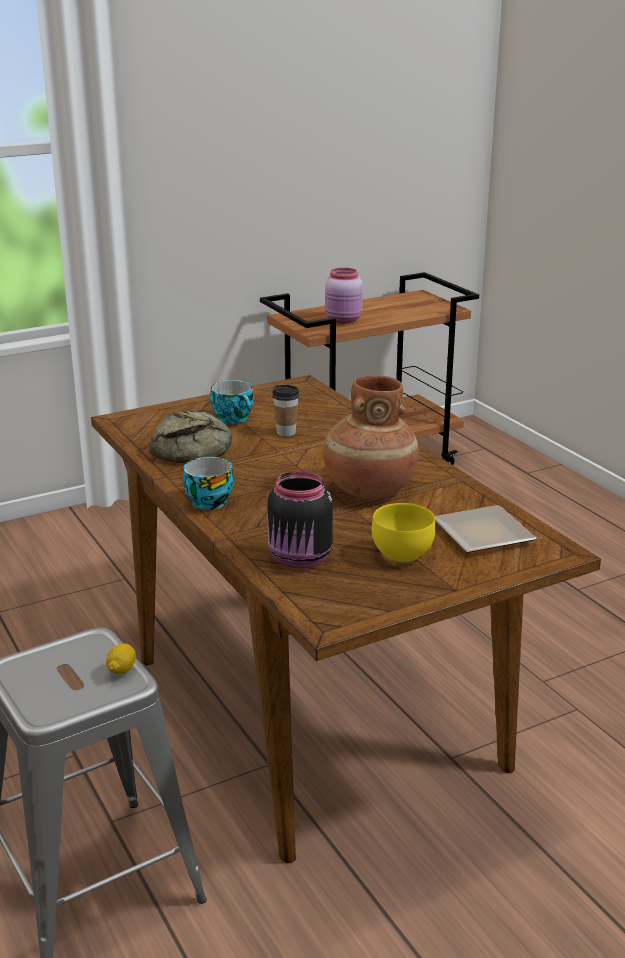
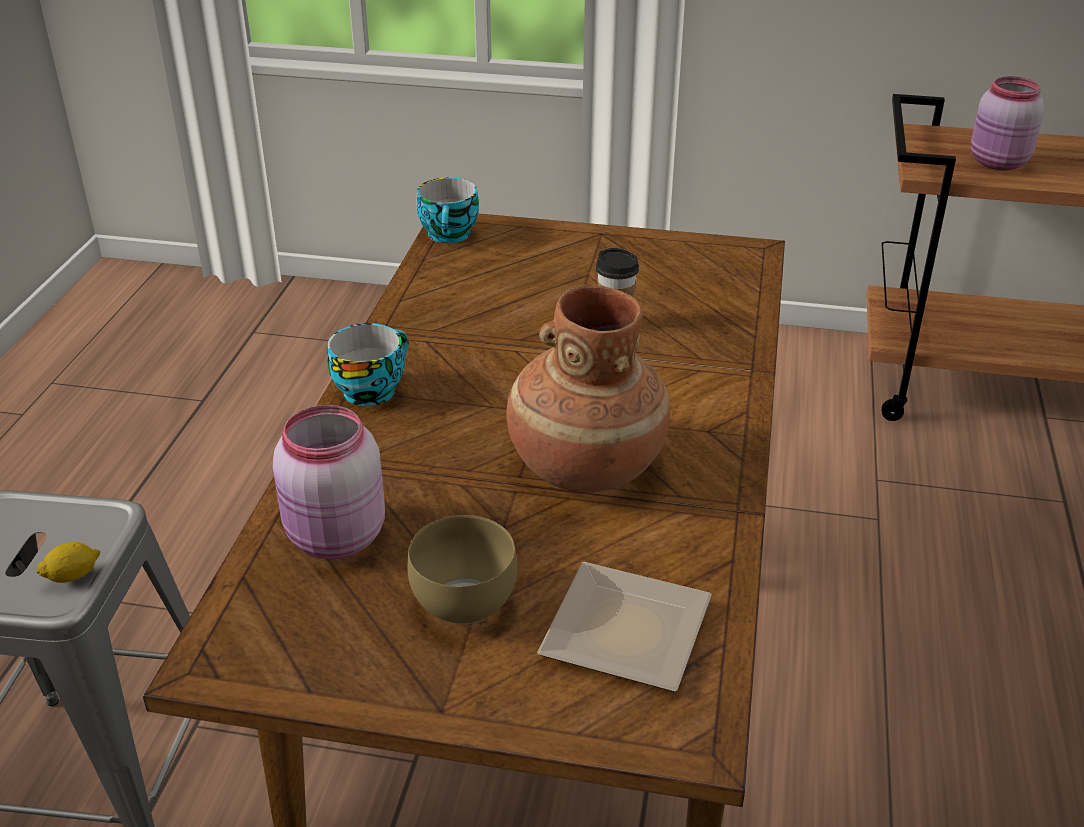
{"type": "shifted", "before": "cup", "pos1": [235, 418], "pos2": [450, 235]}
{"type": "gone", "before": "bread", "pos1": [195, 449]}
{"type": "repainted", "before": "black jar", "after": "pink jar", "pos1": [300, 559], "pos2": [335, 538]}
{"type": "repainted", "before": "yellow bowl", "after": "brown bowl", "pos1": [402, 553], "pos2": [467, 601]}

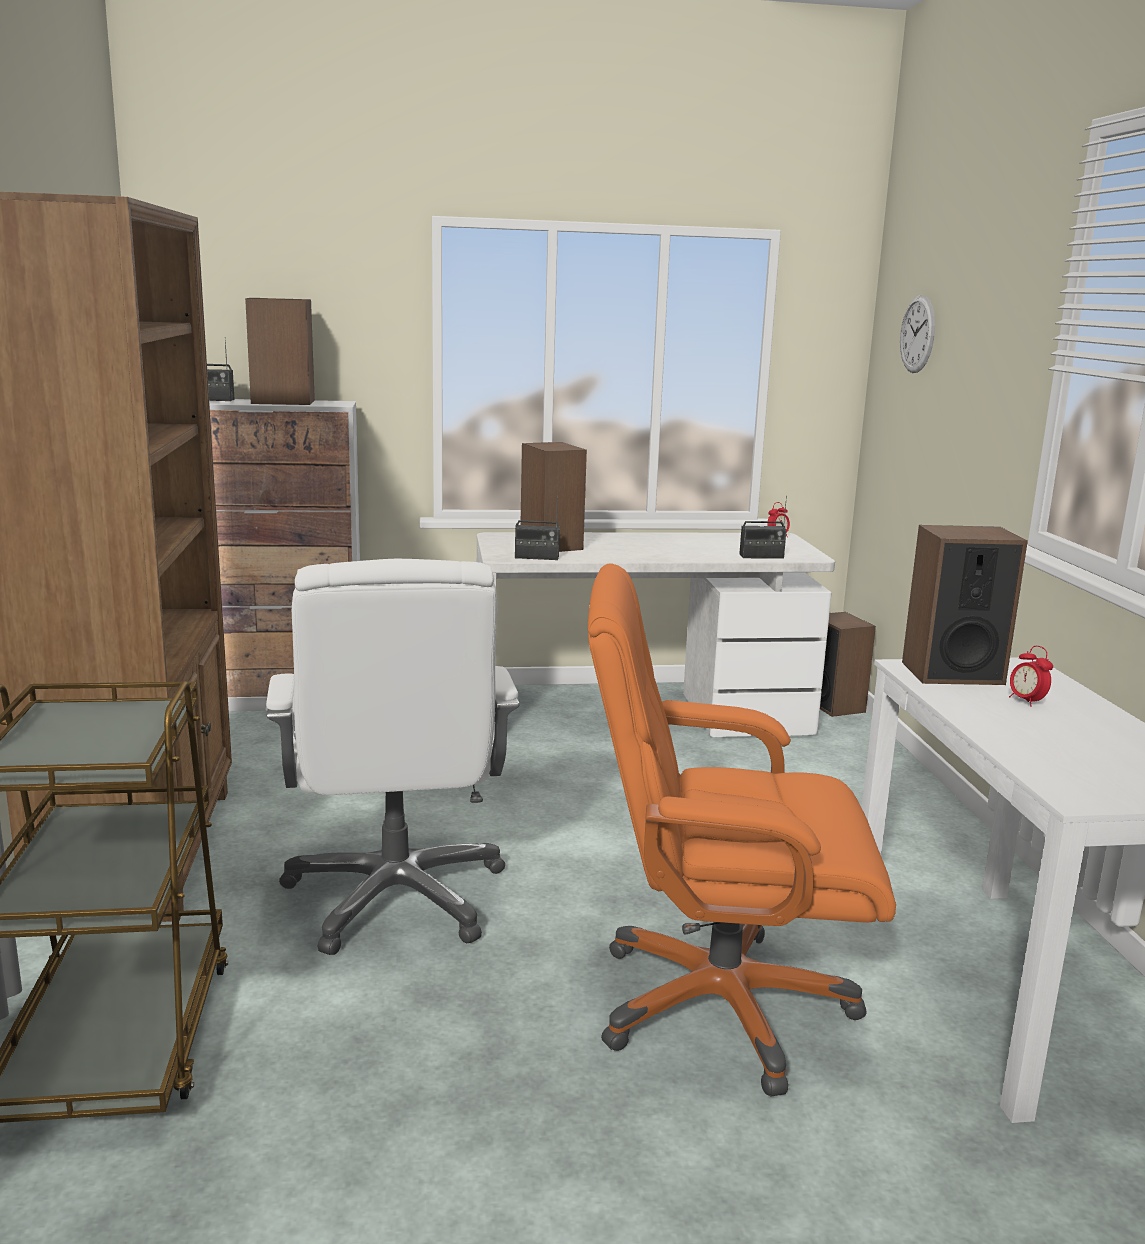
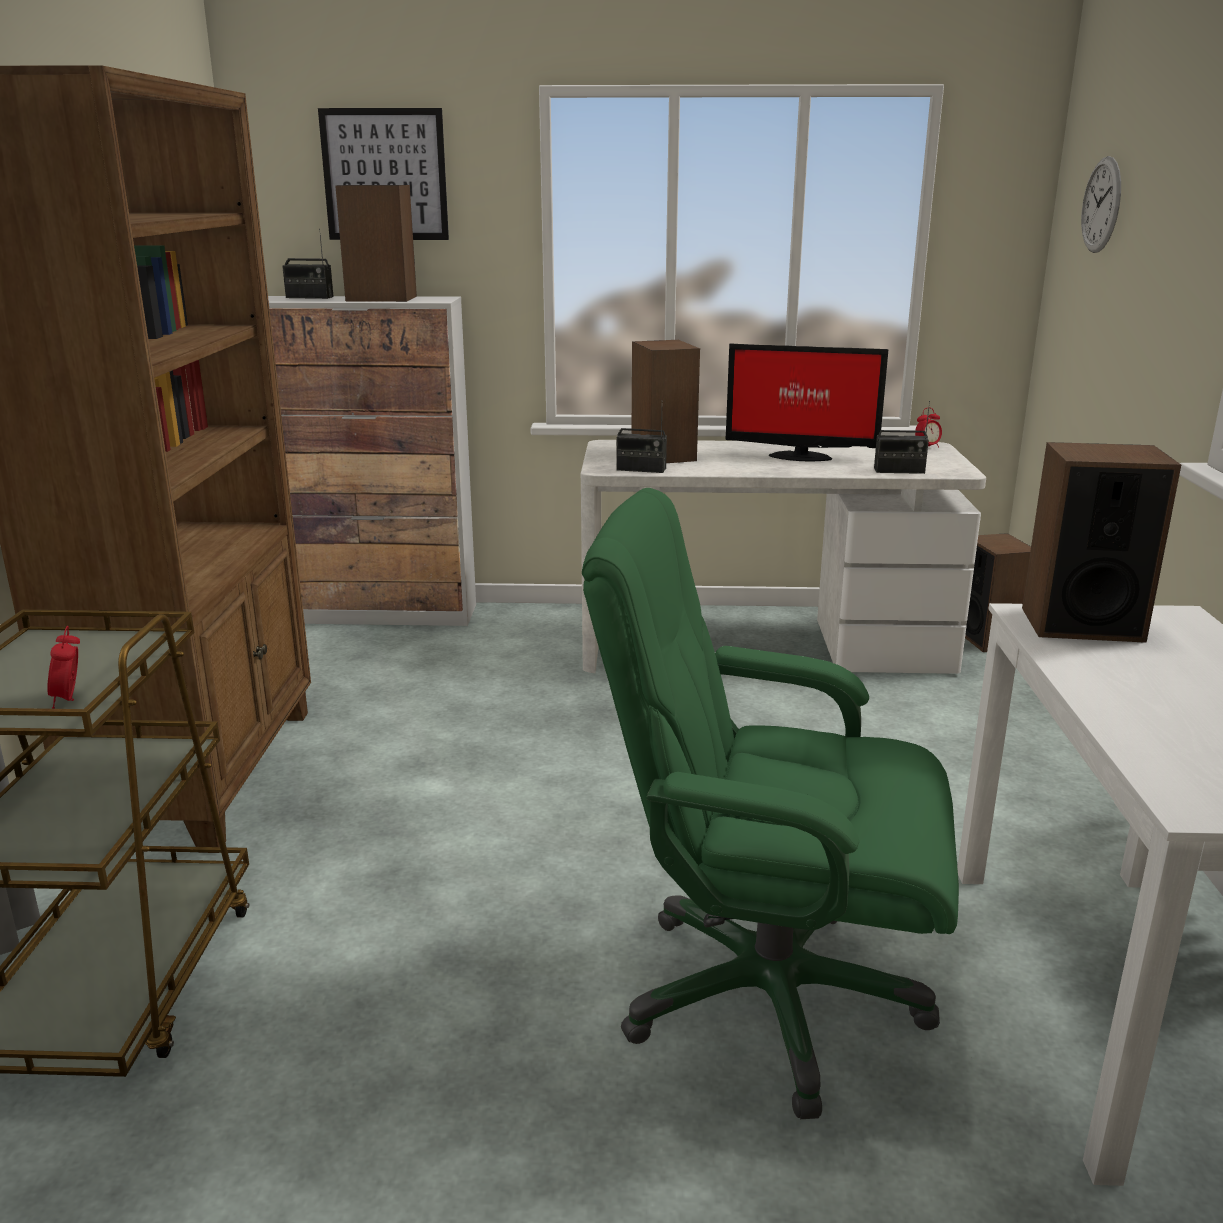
{"type": "gone", "before": "white office chair", "pos1": [396, 897]}
{"type": "repainted", "before": "orange office chair", "after": "green office chair", "pos1": [718, 1005], "pos2": [767, 997]}
{"type": "shifted", "before": "alarm clock", "pos1": [1026, 701], "pos2": [70, 700]}
{"type": "new", "after": "picture", "pos2": [385, 175]}
{"type": "new", "after": "monitor", "pos2": [798, 456]}

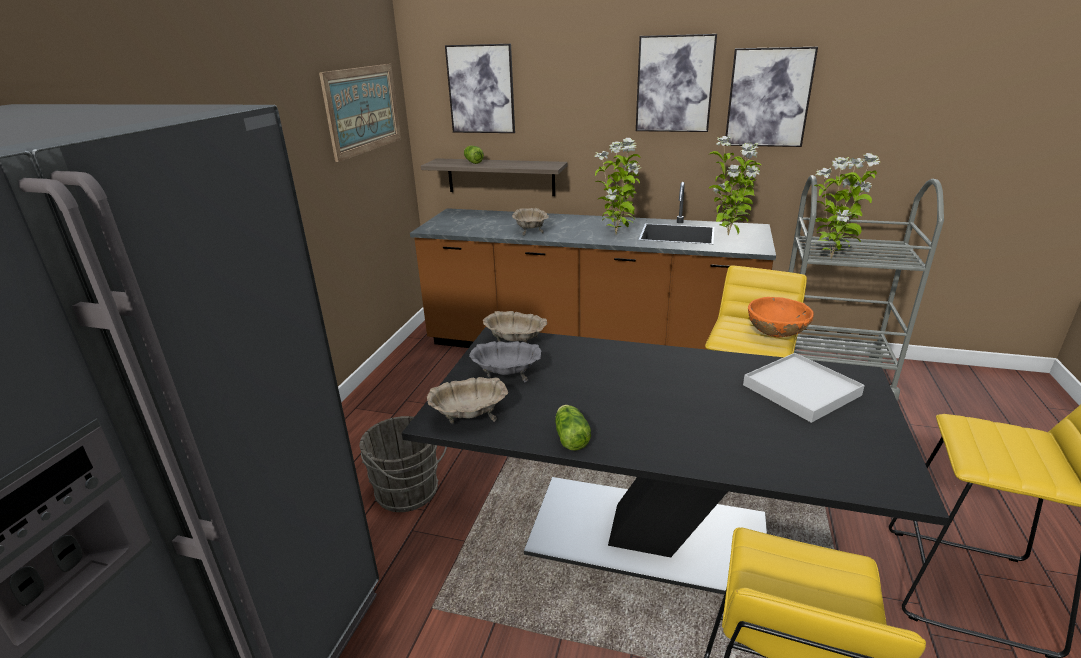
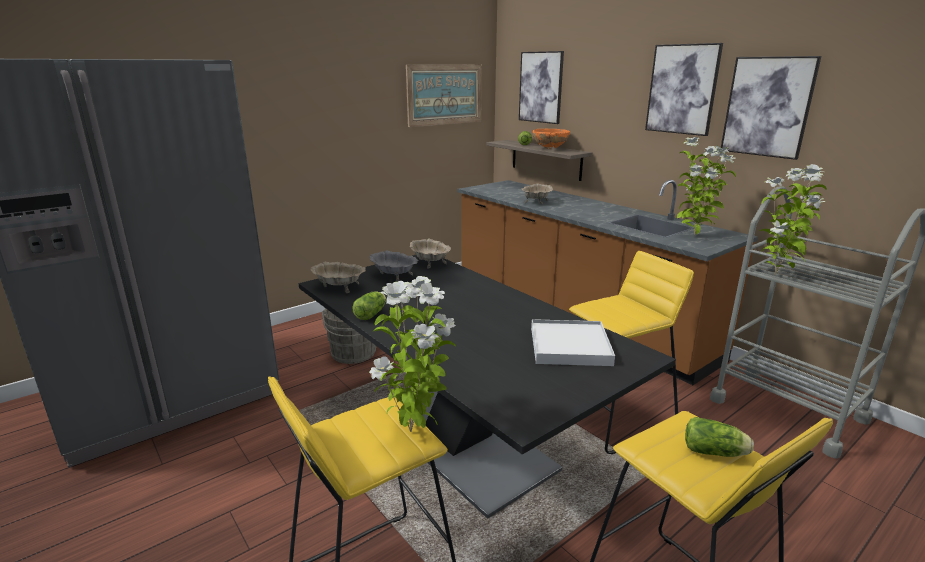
{"type": "shifted", "before": "potted plant", "pos1": [617, 234], "pos2": [414, 431]}
{"type": "shifted", "before": "orange bowl", "pos1": [776, 335], "pos2": [550, 148]}
{"type": "new", "after": "lettuce", "pos2": [716, 452]}

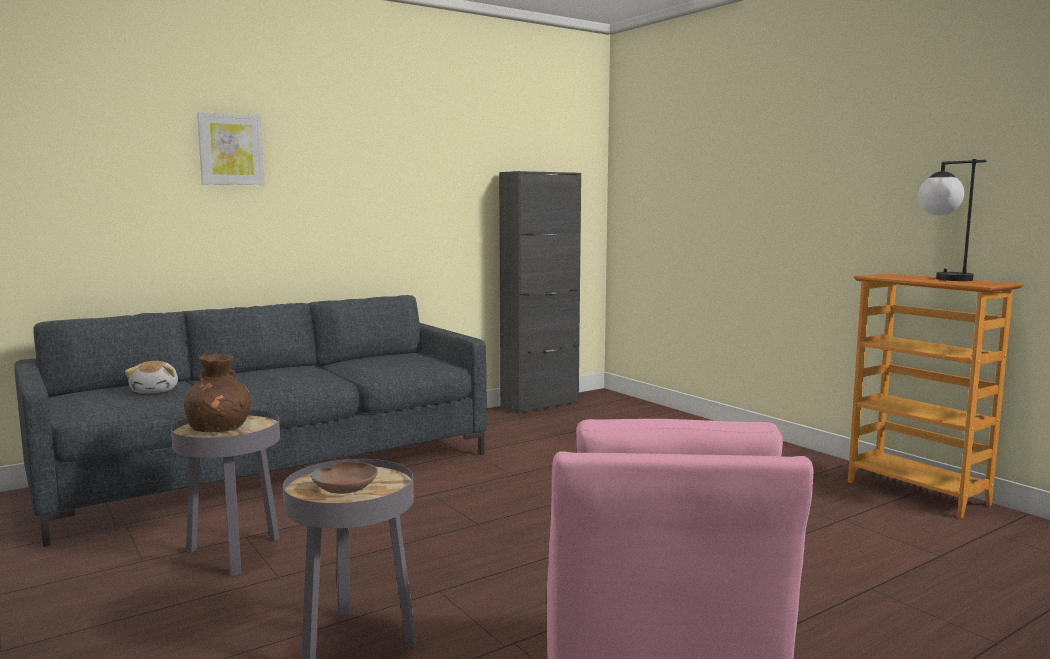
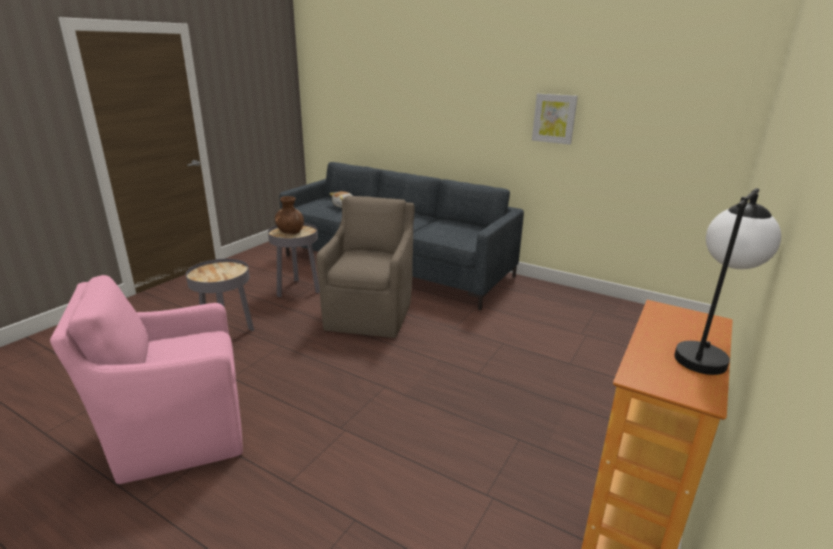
{"type": "shifted", "before": "picture", "pos1": [231, 149], "pos2": [554, 118]}
{"type": "gone", "before": "black cabinet", "pos1": [539, 405]}
{"type": "gone", "before": "brown bowl", "pos1": [346, 487]}
{"type": "new", "after": "brown armchair", "pos2": [370, 314]}

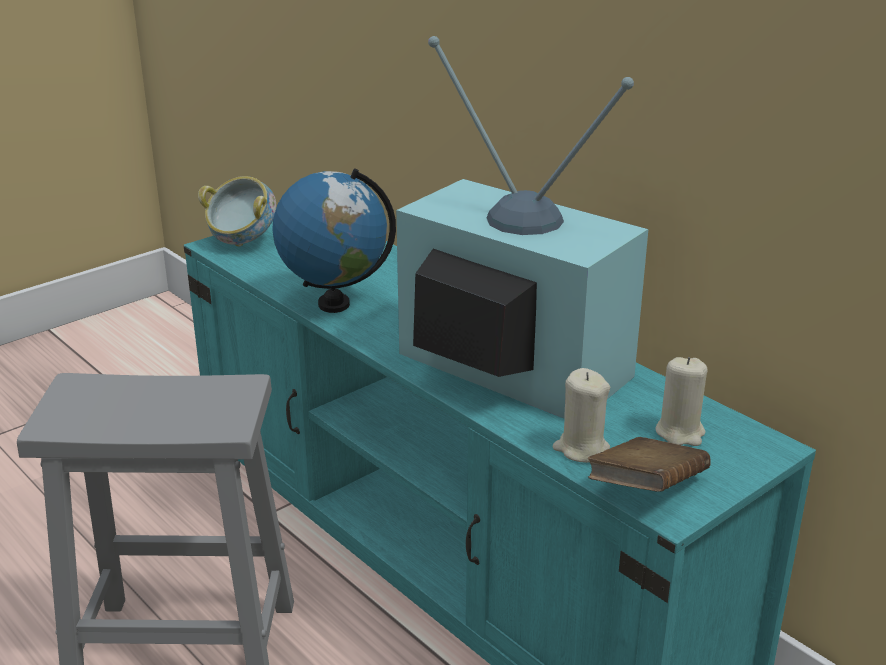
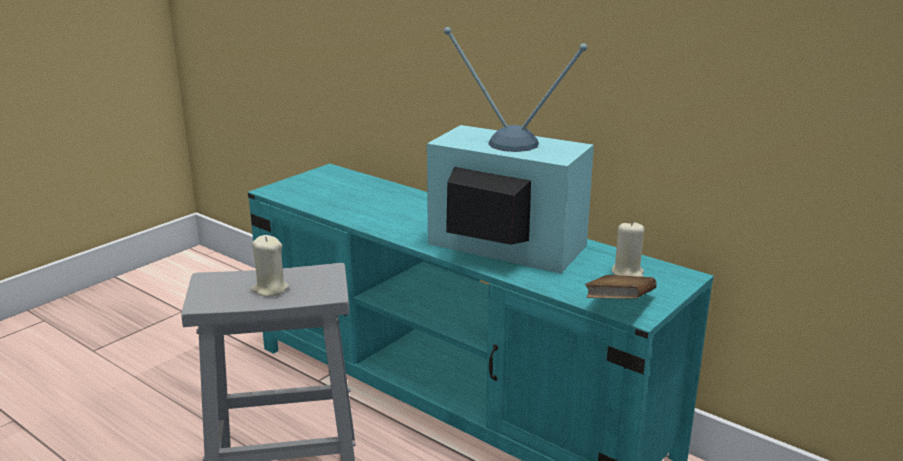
{"type": "gone", "before": "globe", "pos1": [334, 304]}
{"type": "gone", "before": "bowl", "pos1": [242, 243]}
{"type": "shifted", "before": "beige candle", "pos1": [581, 448], "pos2": [270, 289]}

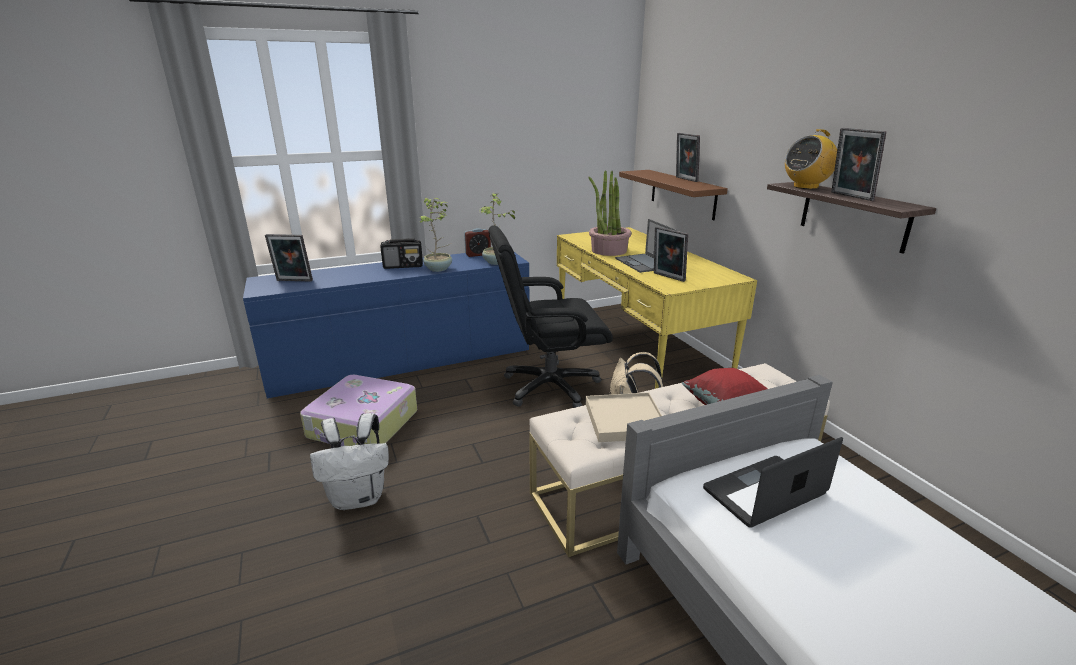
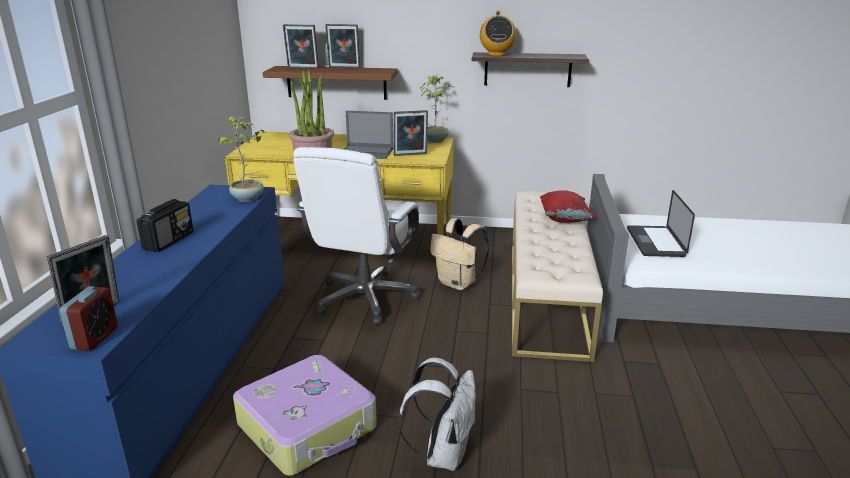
{"type": "shifted", "before": "picture frame", "pos1": [849, 196], "pos2": [302, 68]}
{"type": "shifted", "before": "potted plant", "pos1": [439, 269], "pos2": [435, 140]}
{"type": "repainted", "before": "black office chair", "after": "white office chair", "pos1": [549, 386], "pos2": [365, 298]}
{"type": "shifted", "before": "alarm clock", "pos1": [478, 254], "pos2": [95, 338]}
{"type": "gone", "before": "beige tray", "pos1": [625, 420]}

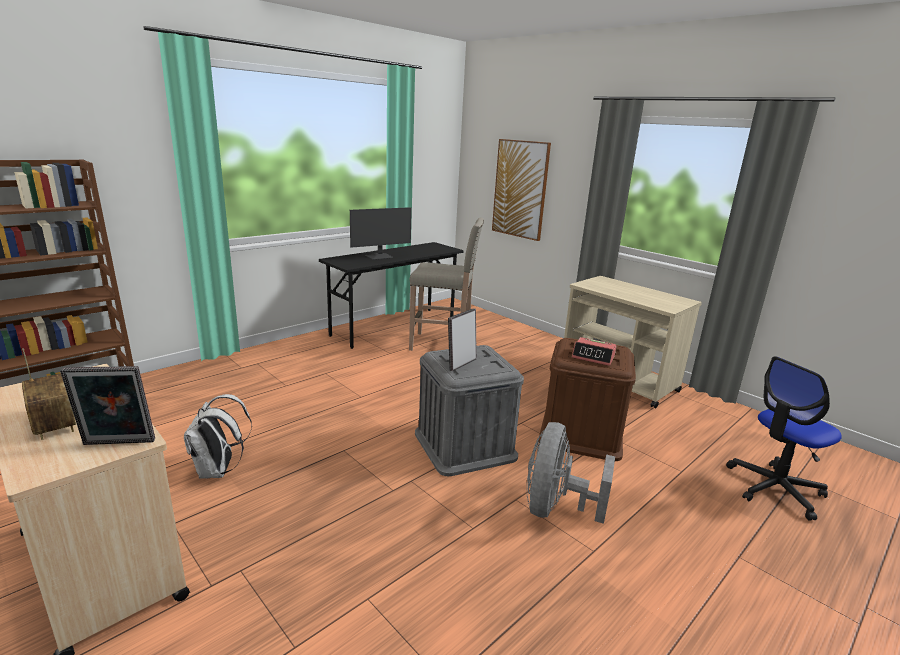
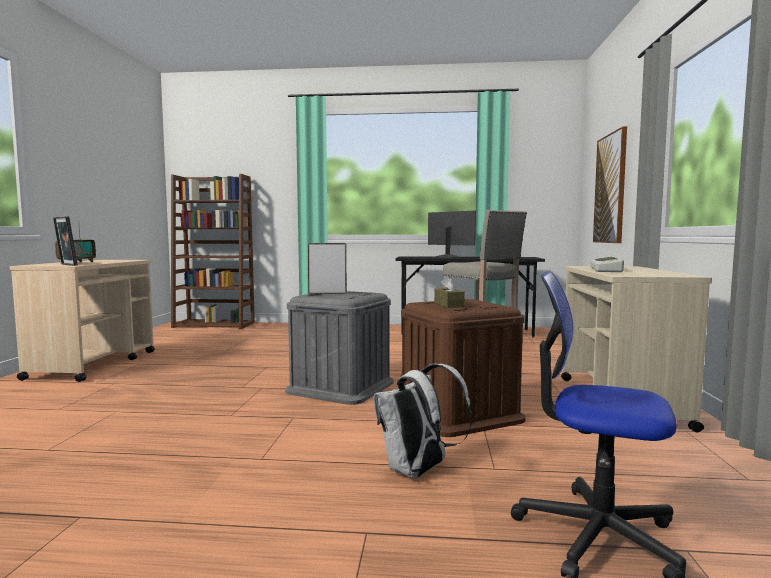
{"type": "rotated", "before": "monitor", "pos1": [379, 257], "pos2": [447, 257], "turn": -150}
{"type": "swapped", "before": "alarm clock", "after": "brown tissue box", "pos1": [593, 357], "pos2": [449, 305]}
{"type": "shifted", "before": "white backpack", "pos1": [218, 471], "pos2": [418, 471]}
{"type": "gone", "before": "grey fan", "pos1": [555, 508]}
{"type": "new", "after": "keyboard", "pos2": [607, 270]}

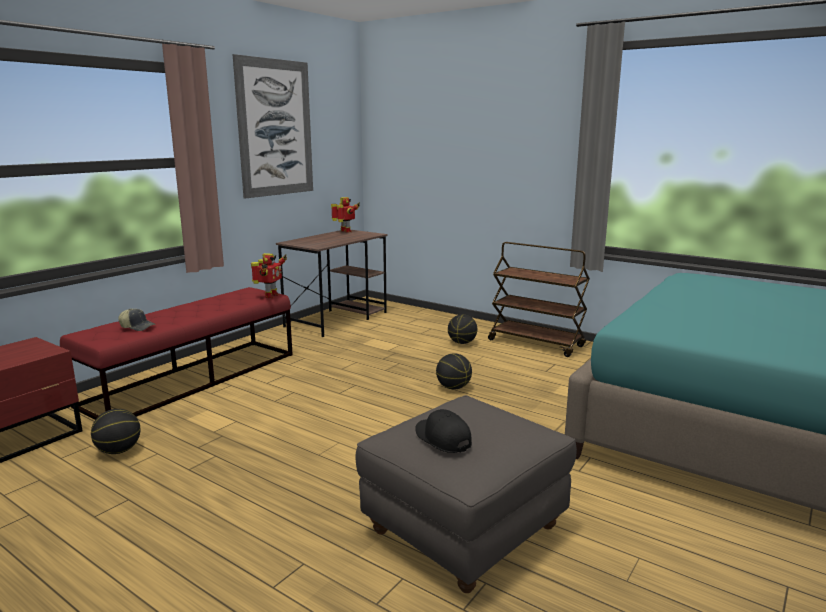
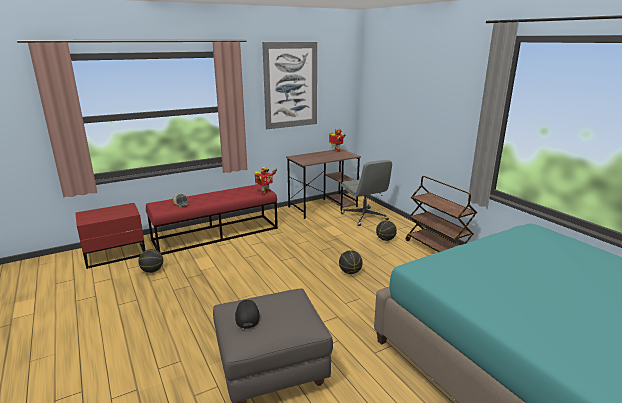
{"type": "new", "after": "grey office chair", "pos2": [364, 217]}

